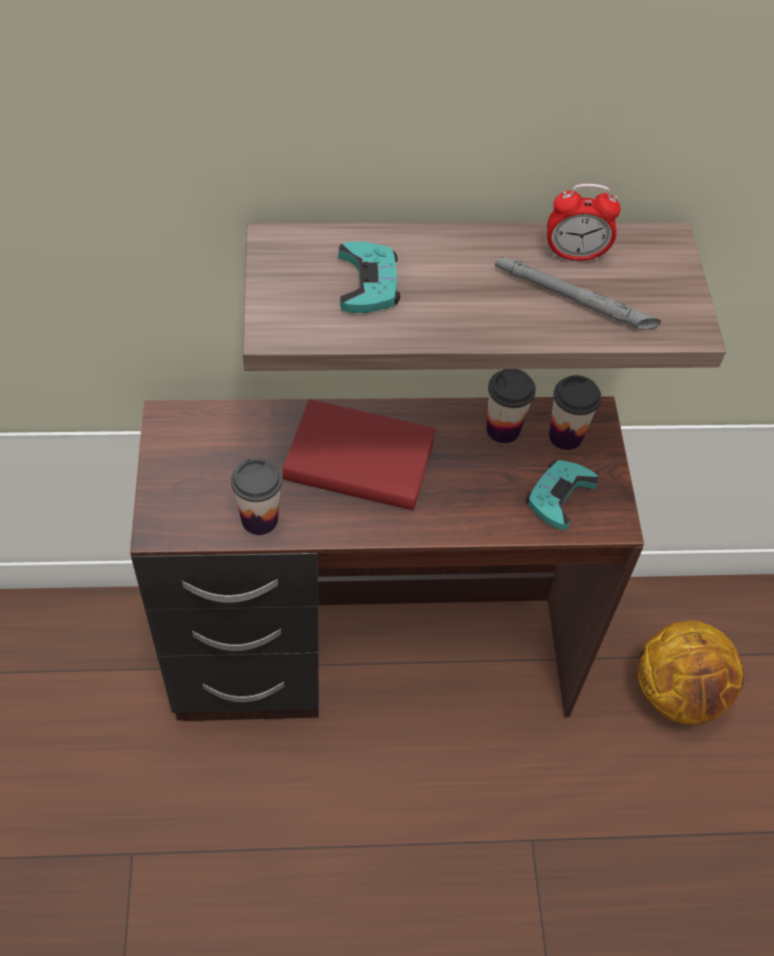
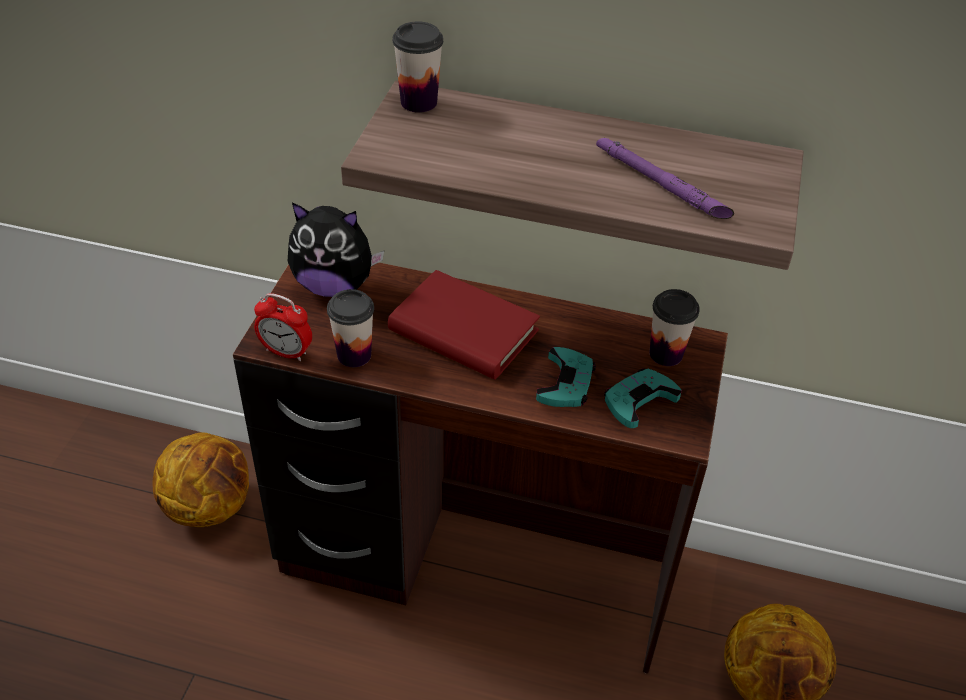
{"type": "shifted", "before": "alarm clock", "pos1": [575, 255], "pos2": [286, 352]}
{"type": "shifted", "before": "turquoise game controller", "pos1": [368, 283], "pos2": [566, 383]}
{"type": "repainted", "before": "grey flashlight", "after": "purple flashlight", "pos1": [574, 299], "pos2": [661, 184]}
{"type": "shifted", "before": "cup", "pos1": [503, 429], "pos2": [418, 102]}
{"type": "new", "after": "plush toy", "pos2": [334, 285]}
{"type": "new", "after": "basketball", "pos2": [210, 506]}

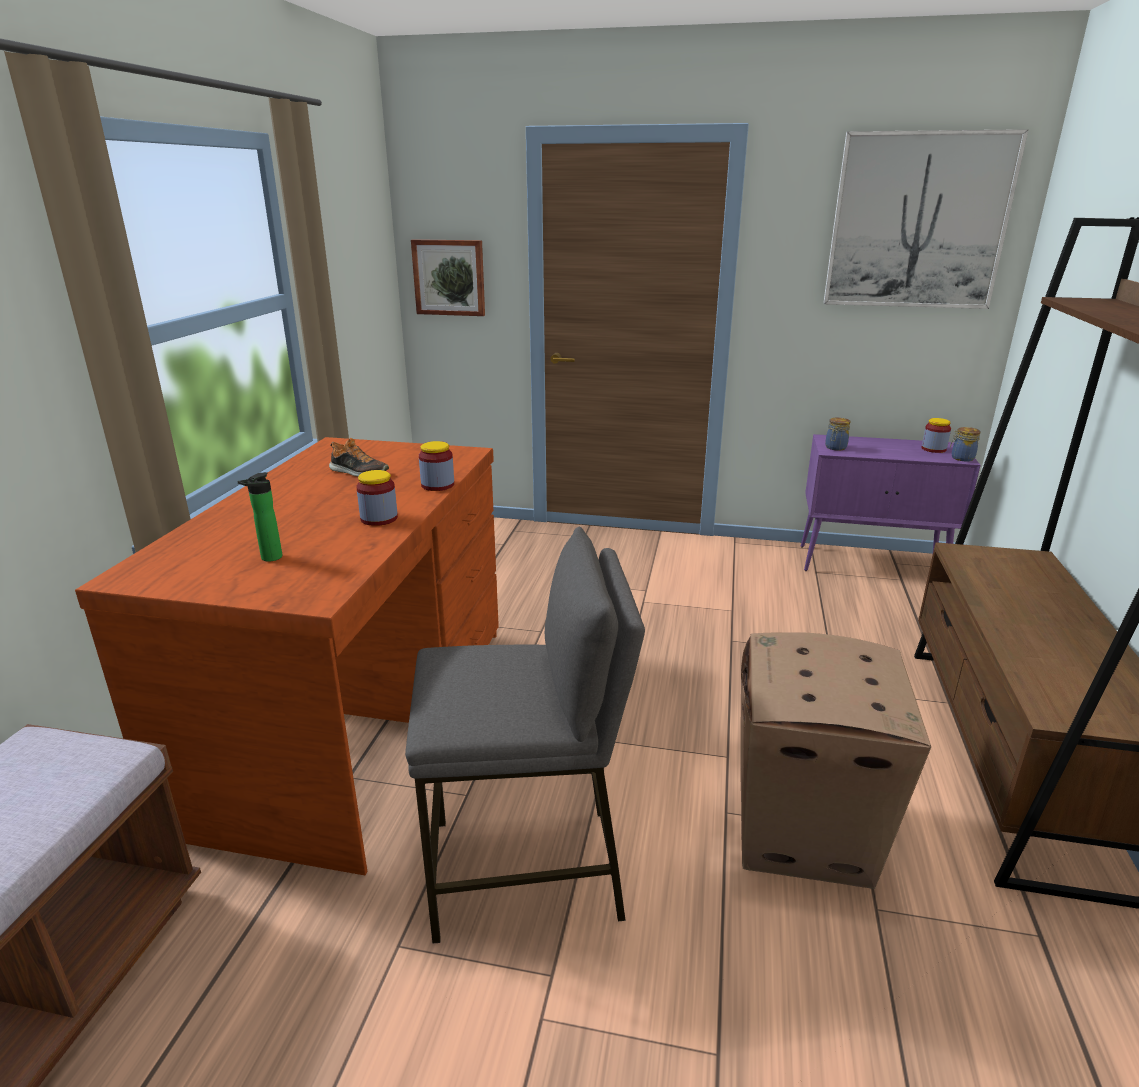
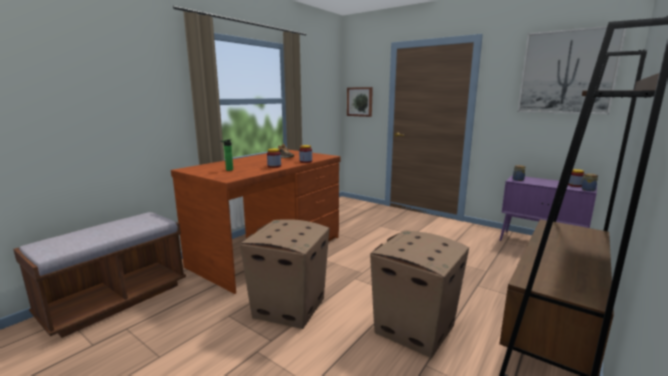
{"type": "swapped", "before": "grey stool", "after": "cardboard box", "pos1": [526, 870], "pos2": [289, 308]}

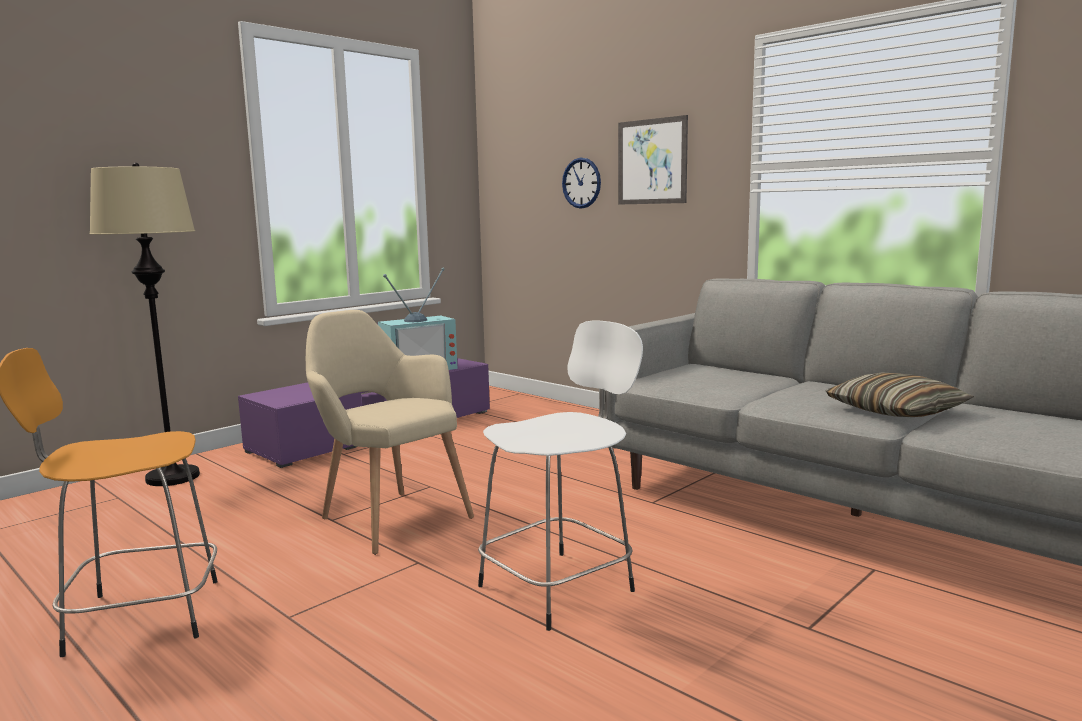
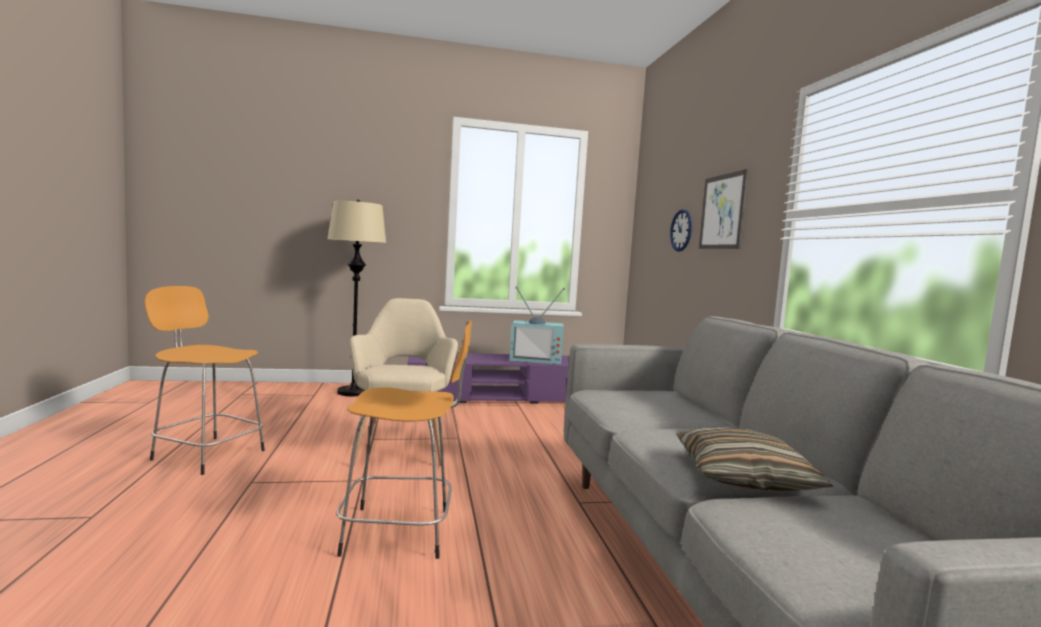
{"type": "repainted", "before": "white stool", "after": "orange stool", "pos1": [560, 586], "pos2": [402, 532]}

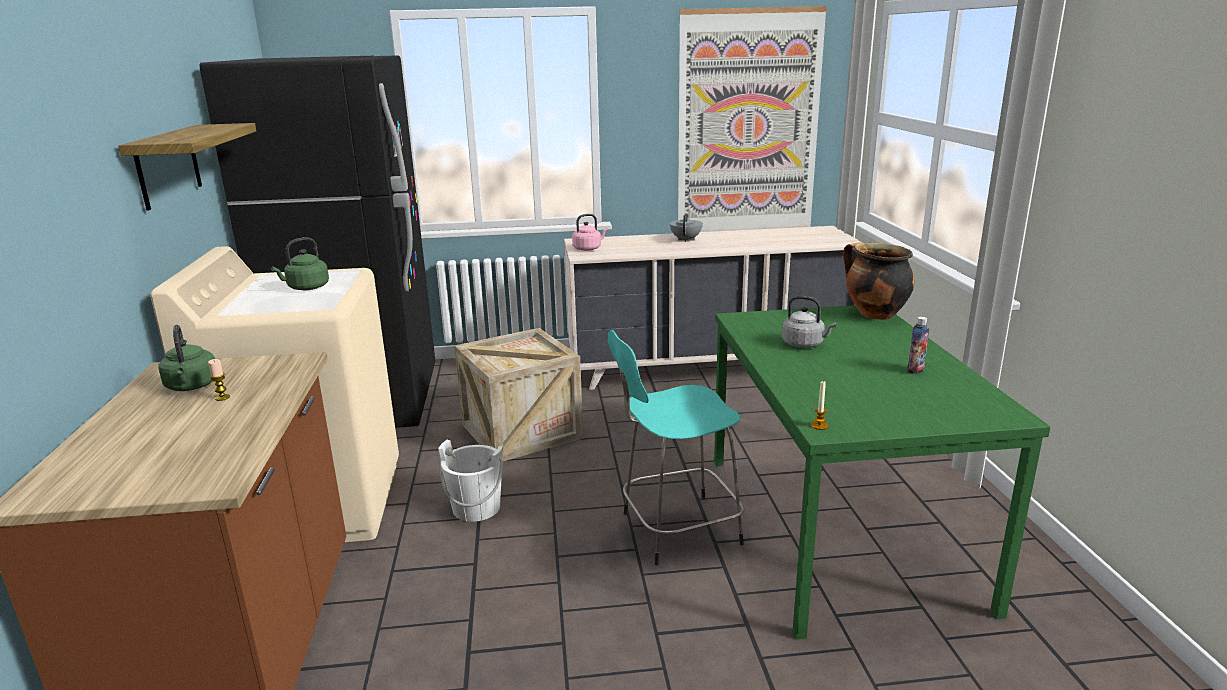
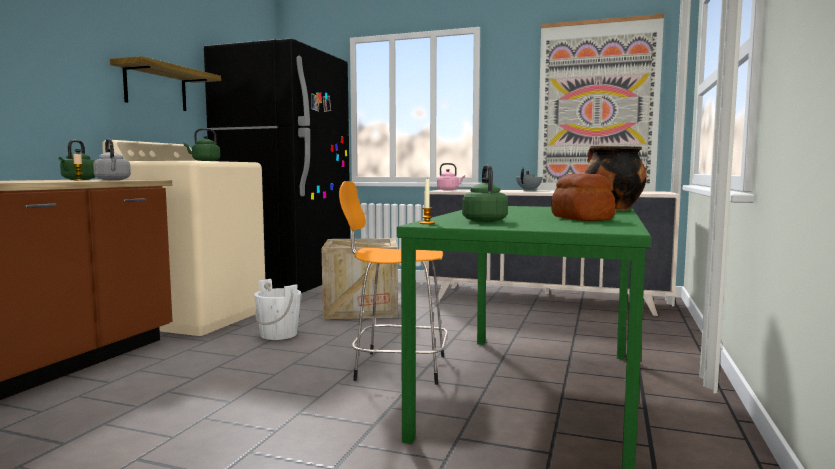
{"type": "shifted", "before": "grey kettle", "pos1": [804, 344], "pos2": [113, 180]}
{"type": "swapped", "before": "bottle", "after": "bread", "pos1": [915, 370], "pos2": [582, 219]}
{"type": "repainted", "before": "turquoise stool", "after": "orange stool", "pos1": [676, 529], "pos2": [397, 367]}
{"type": "new", "after": "green kettle", "pos2": [484, 221]}

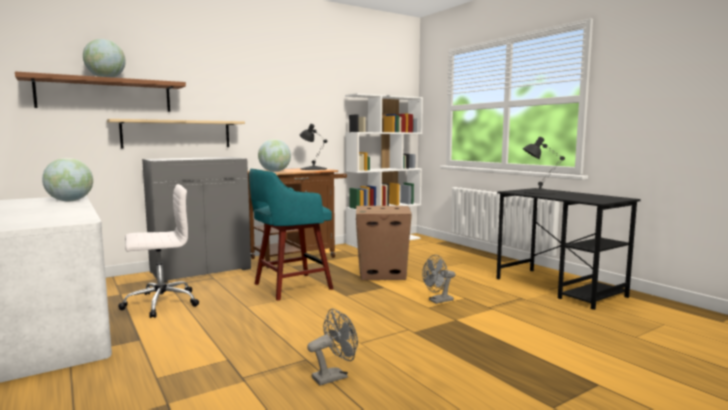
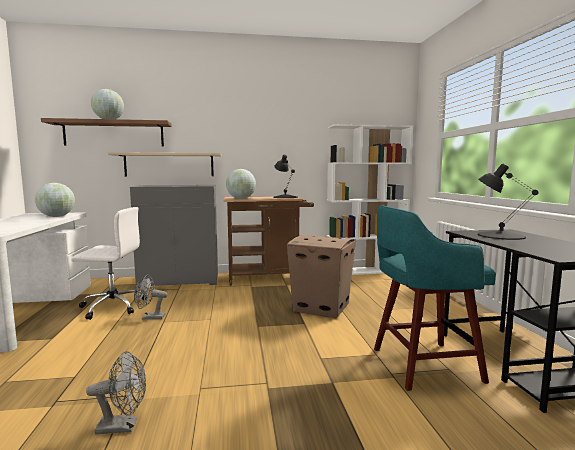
{"type": "shifted", "before": "turquoise stool", "pos1": [290, 287], "pos2": [422, 365]}
{"type": "shifted", "before": "grey fan", "pos1": [438, 301], "pos2": [150, 317]}

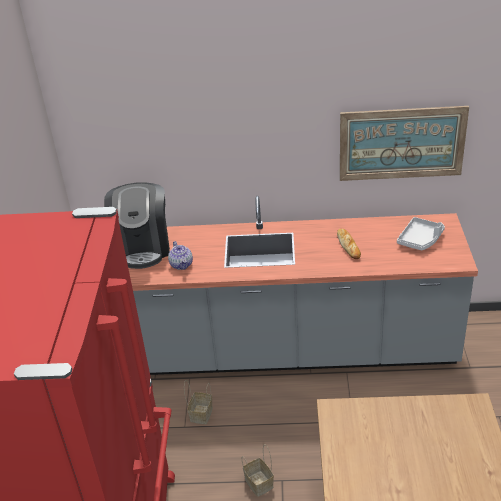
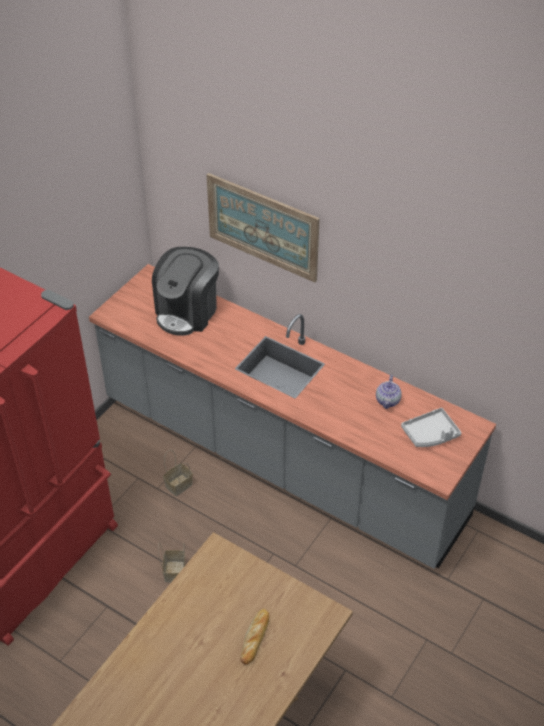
{"type": "shifted", "before": "picture", "pos1": [401, 143], "pos2": [262, 227]}
{"type": "shifted", "before": "bread", "pos1": [348, 246], "pos2": [255, 638]}
{"type": "shifted", "before": "teapot", "pos1": [182, 265], "pos2": [388, 401]}

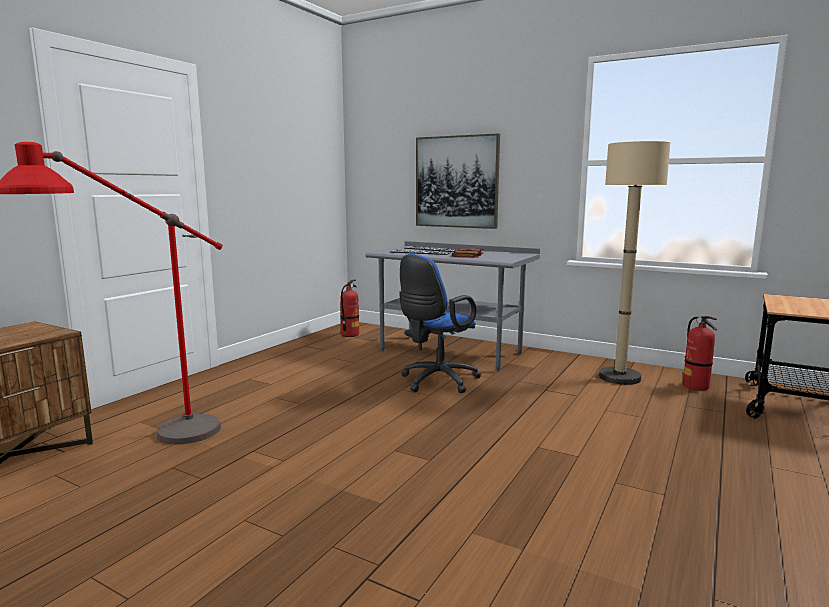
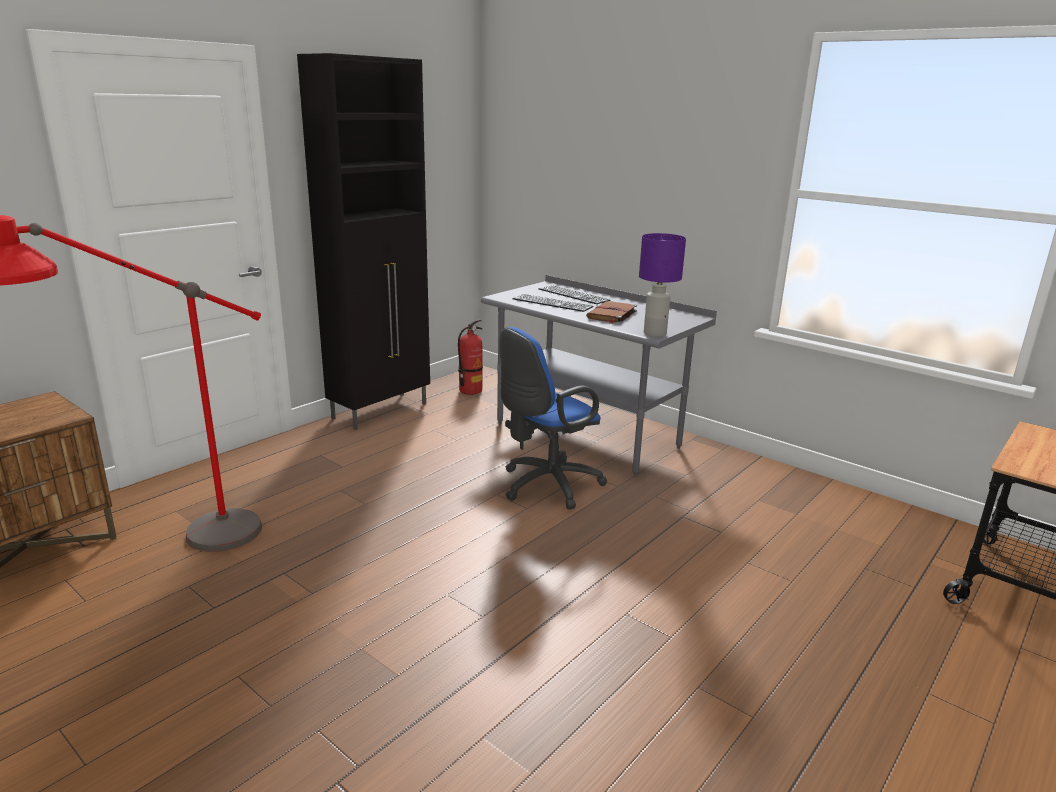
{"type": "gone", "before": "picture", "pos1": [456, 182]}
{"type": "gone", "before": "beige floor lamp", "pos1": [619, 377]}
{"type": "gone", "before": "fire extinguisher", "pos1": [696, 386]}
{"type": "new", "after": "black cabinet", "pos2": [381, 411]}
{"type": "new", "after": "purple table lamp", "pos2": [654, 333]}

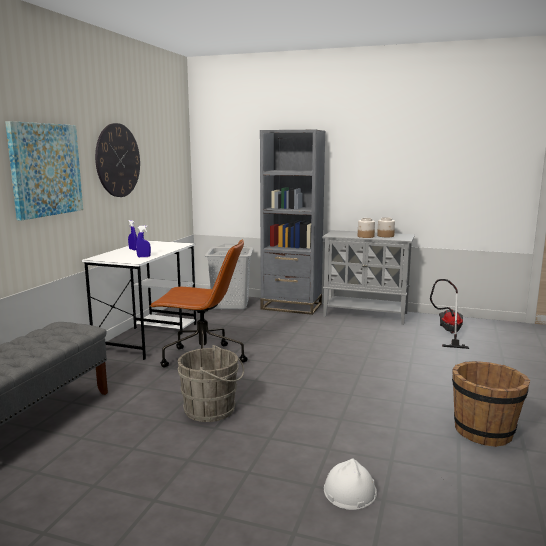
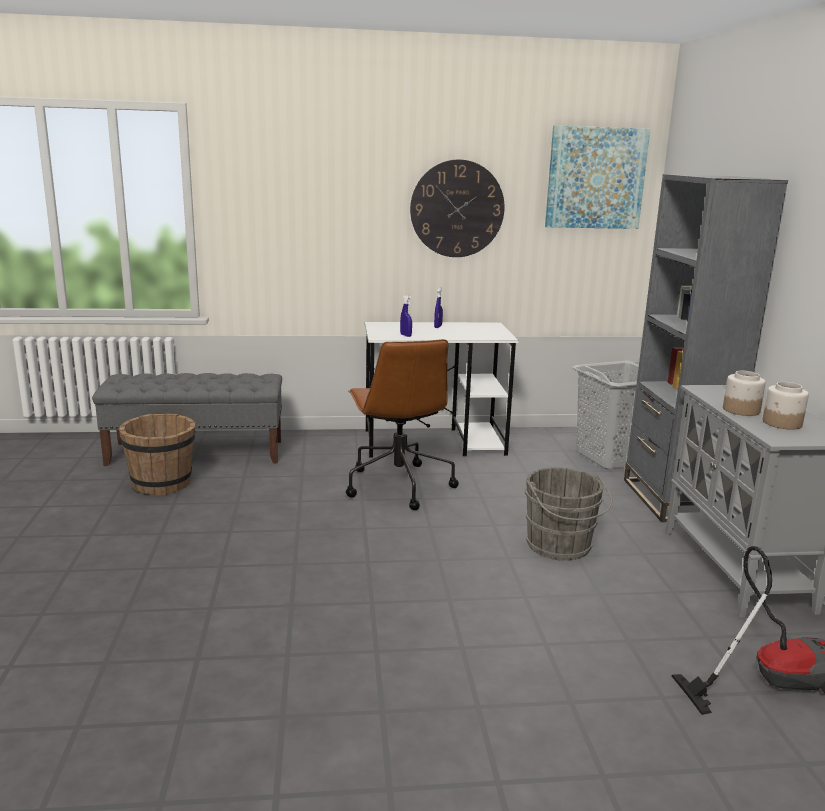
{"type": "shifted", "before": "picture", "pos1": [45, 169], "pos2": [595, 178]}
{"type": "shifted", "before": "grey bucket", "pos1": [213, 410], "pos2": [560, 547]}
{"type": "shifted", "before": "brown bucket", "pos1": [484, 431], "pos2": [162, 484]}
{"type": "gone", "before": "white hard hat", "pos1": [349, 491]}

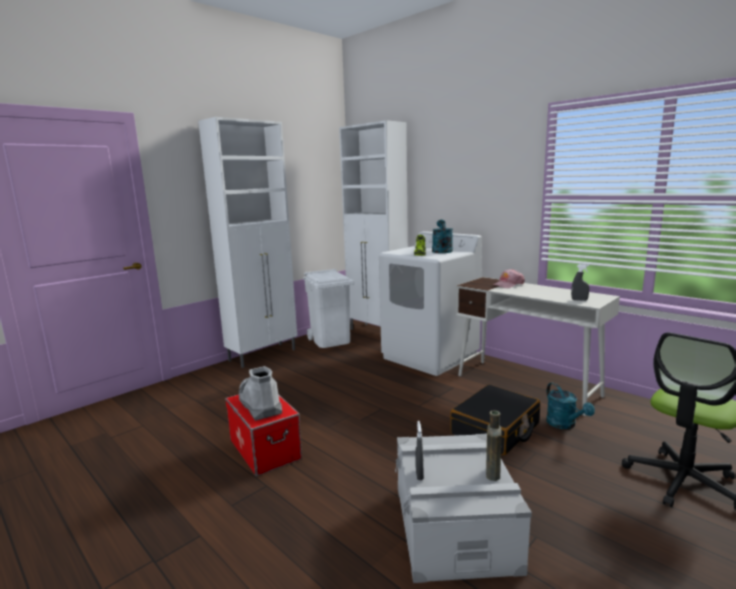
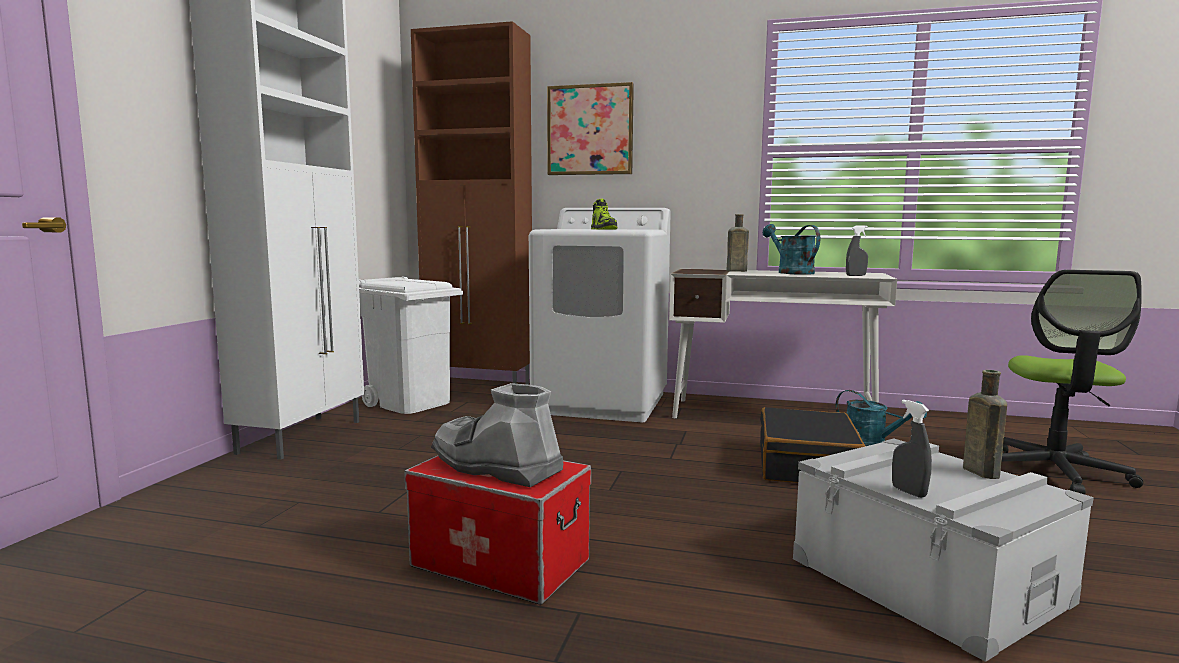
{"type": "repainted", "before": "white cabinet", "after": "brown cabinet", "pos1": [378, 332], "pos2": [480, 385]}
{"type": "shifted", "before": "turquoise watering can", "pos1": [441, 250], "pos2": [790, 272]}
{"type": "swapped", "before": "pink cap", "after": "brown bottle", "pos1": [508, 284], "pos2": [735, 271]}
{"type": "new", "after": "picture", "pos2": [590, 130]}

